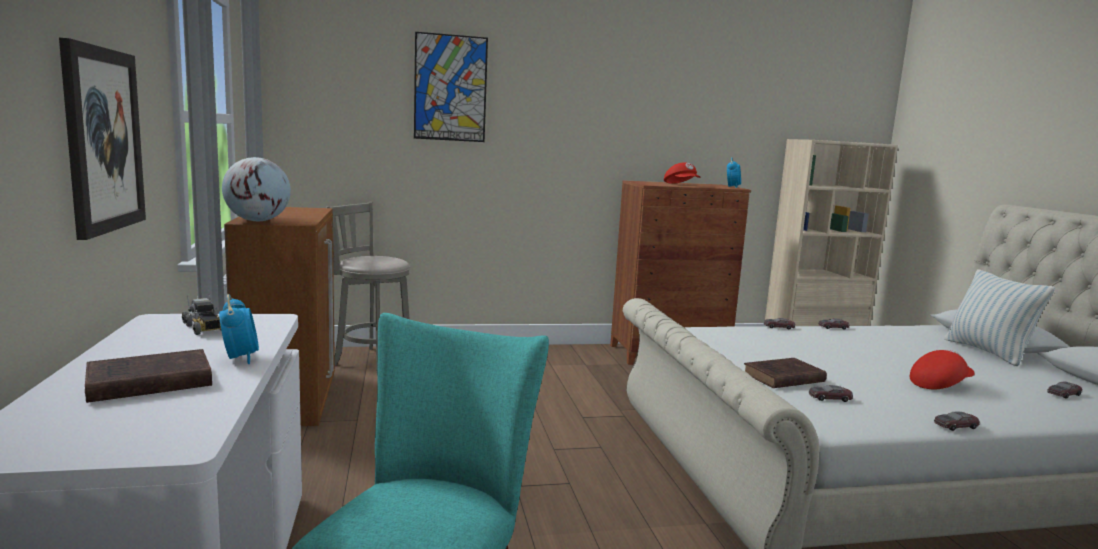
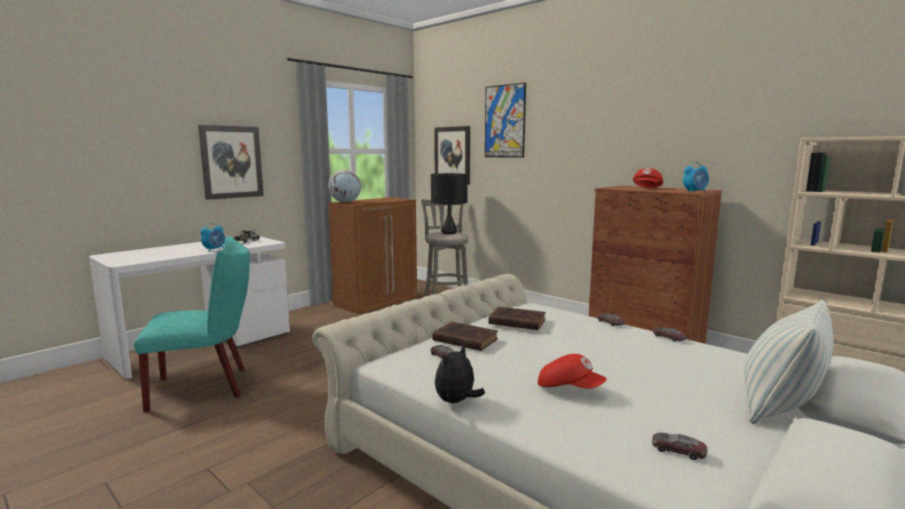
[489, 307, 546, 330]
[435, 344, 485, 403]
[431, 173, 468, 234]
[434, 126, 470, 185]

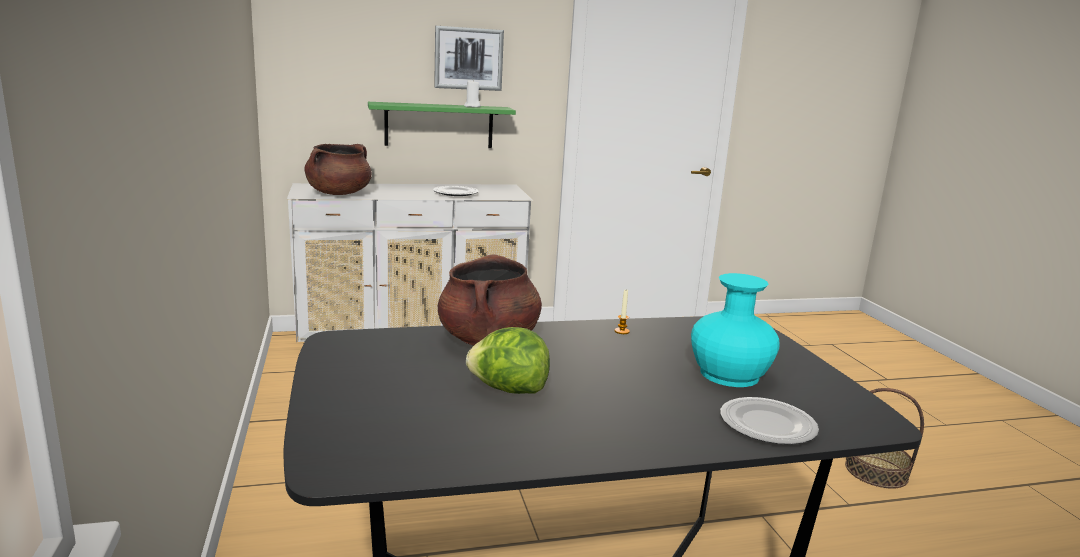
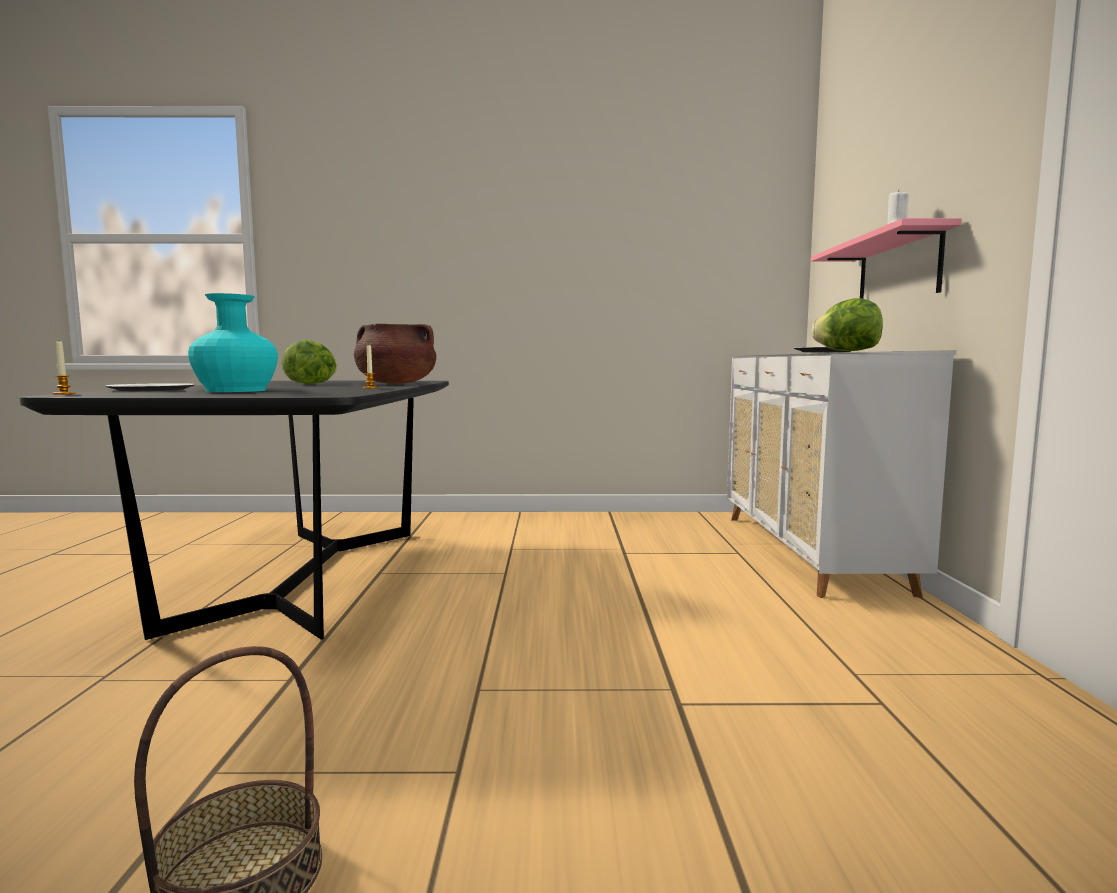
[304, 144, 372, 195] (first image)
[811, 218, 962, 299]
[434, 26, 504, 91] (first image)
[53, 341, 76, 395]
[811, 298, 883, 351]

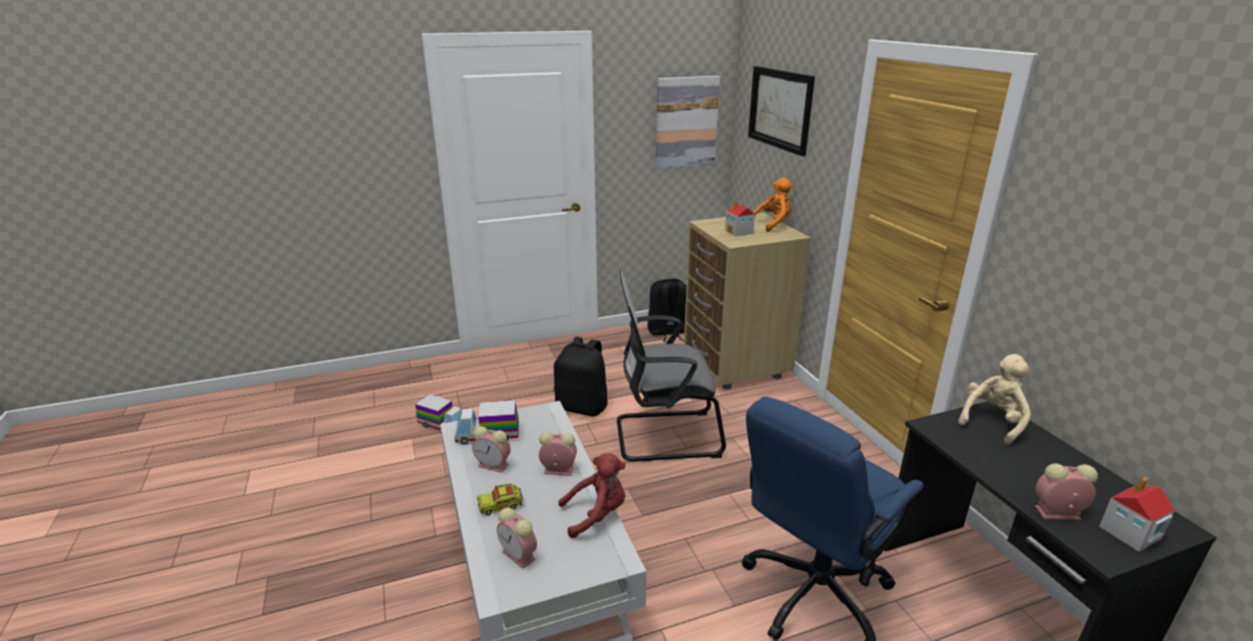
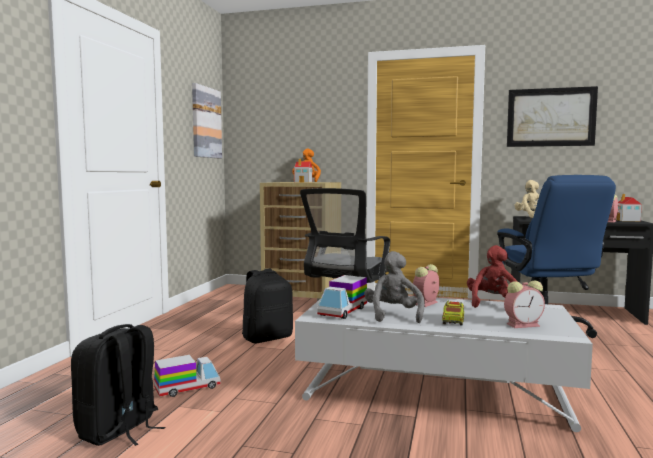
[364, 251, 425, 323]
[71, 324, 165, 446]
[507, 86, 598, 147]

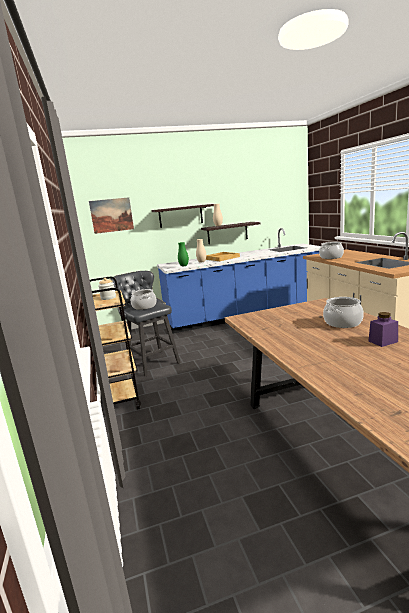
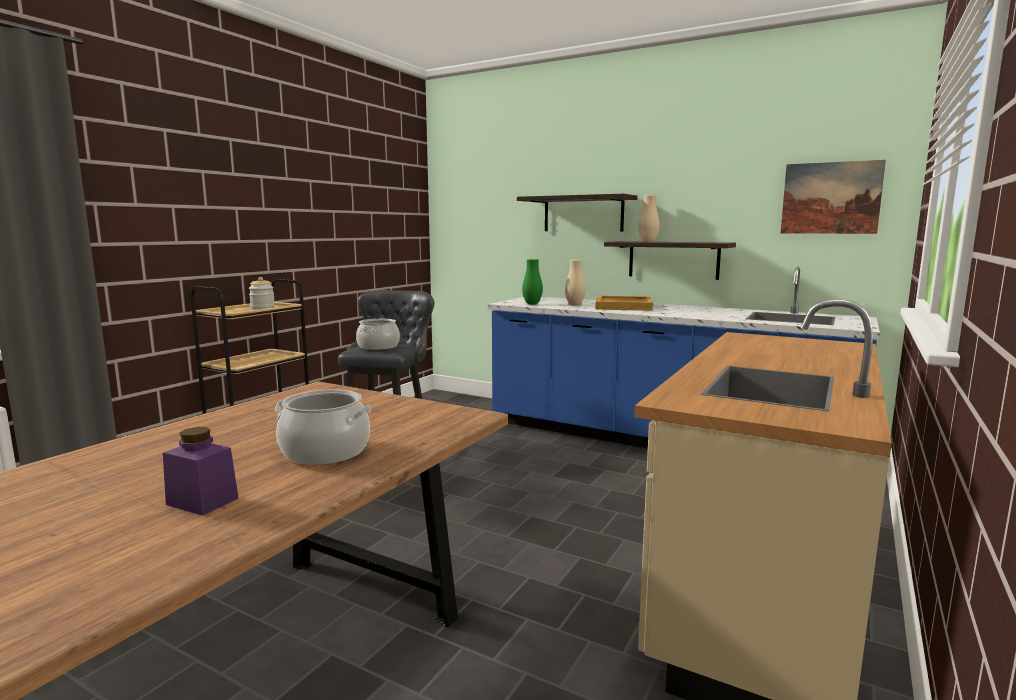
[781, 160, 886, 234]
[319, 242, 344, 259] (first image)

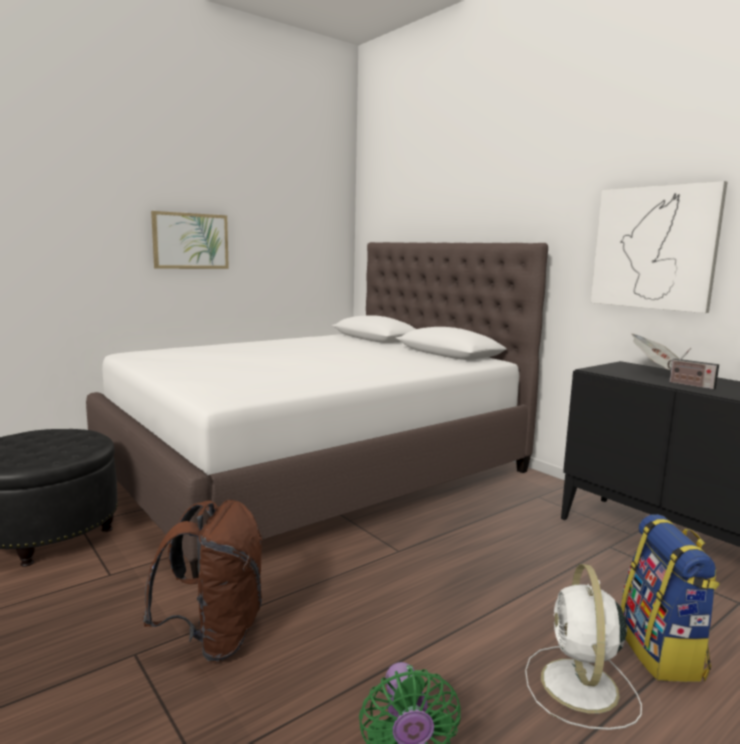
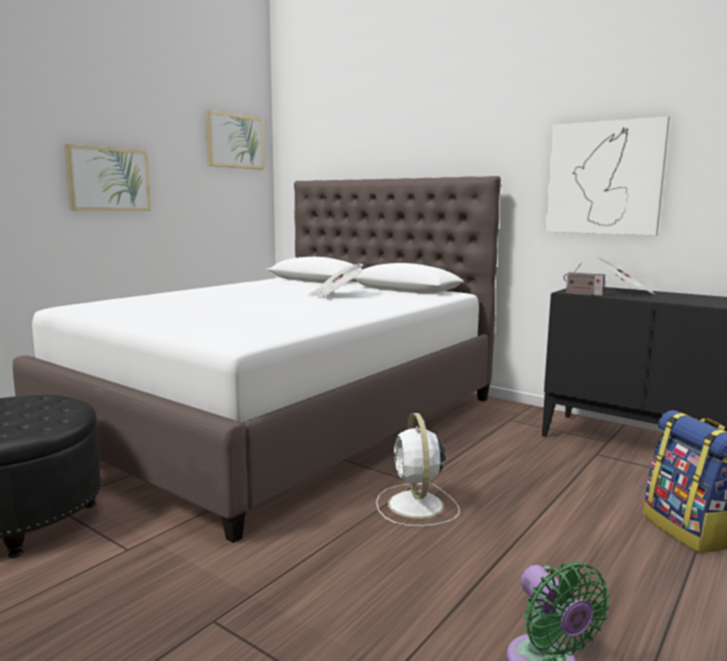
[142, 500, 263, 662] (first image)
[376, 413, 460, 526]
[564, 262, 605, 296]
[205, 110, 264, 169]
[308, 264, 363, 296]

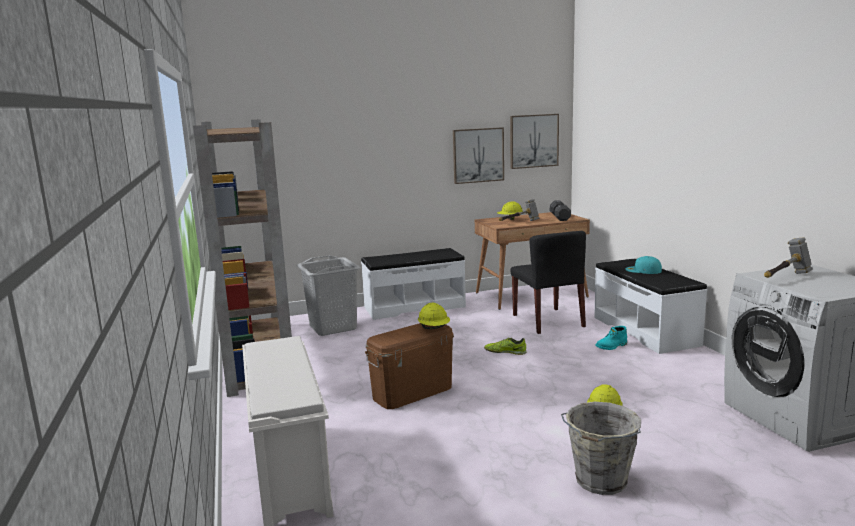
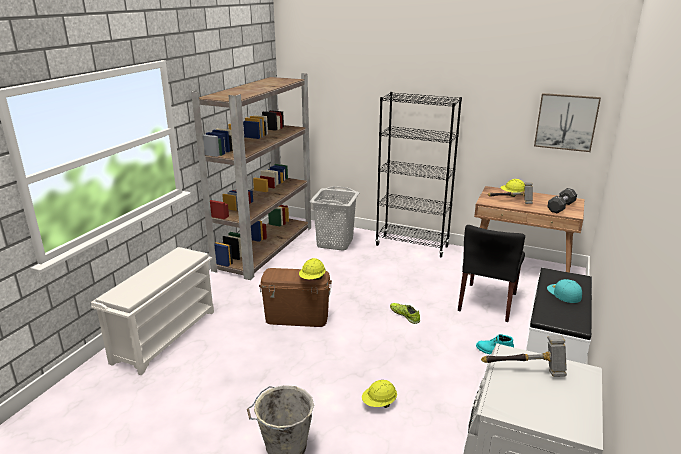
[375, 92, 462, 257]
[453, 127, 504, 184] (first image)

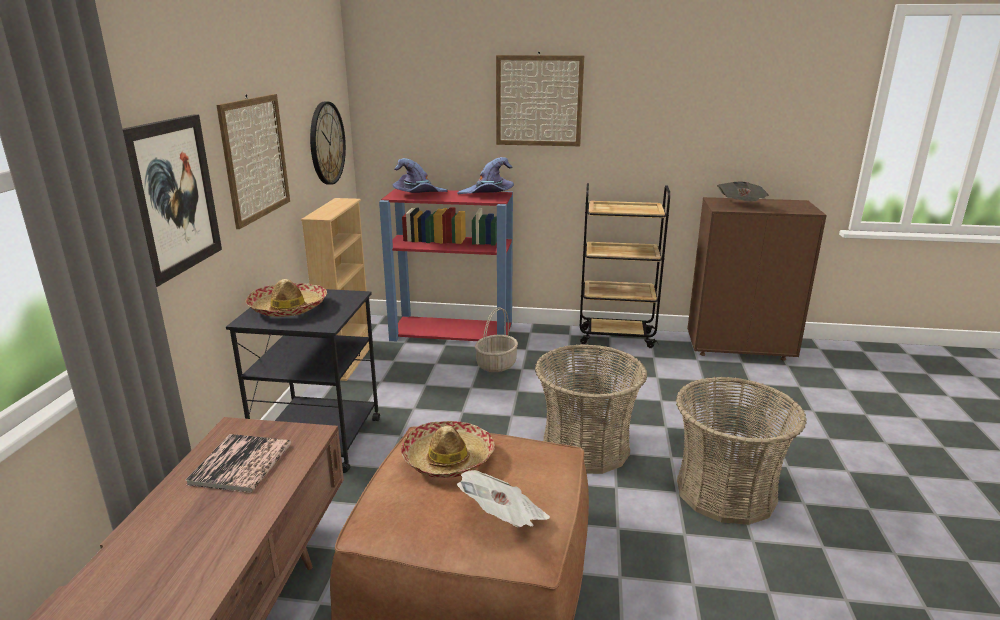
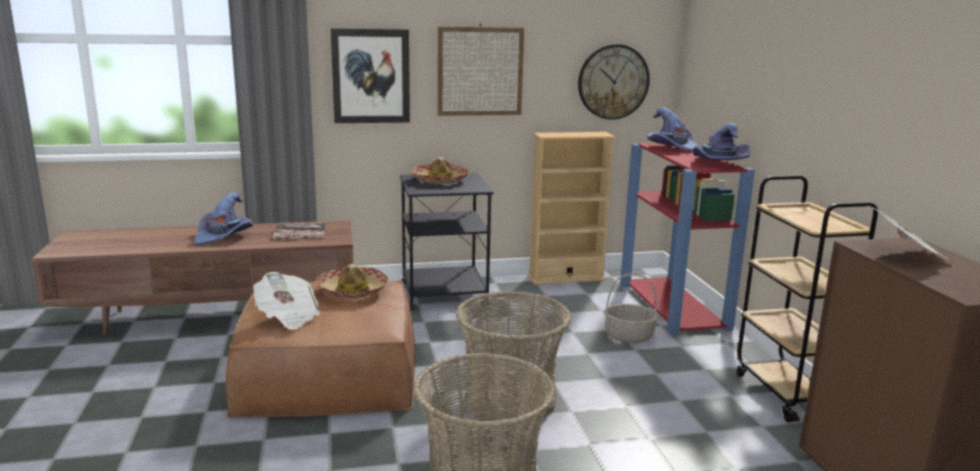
[496, 52, 584, 146] (first image)
[194, 192, 253, 246]

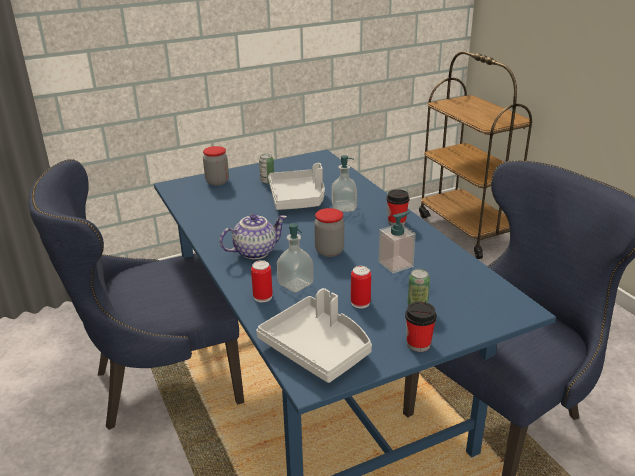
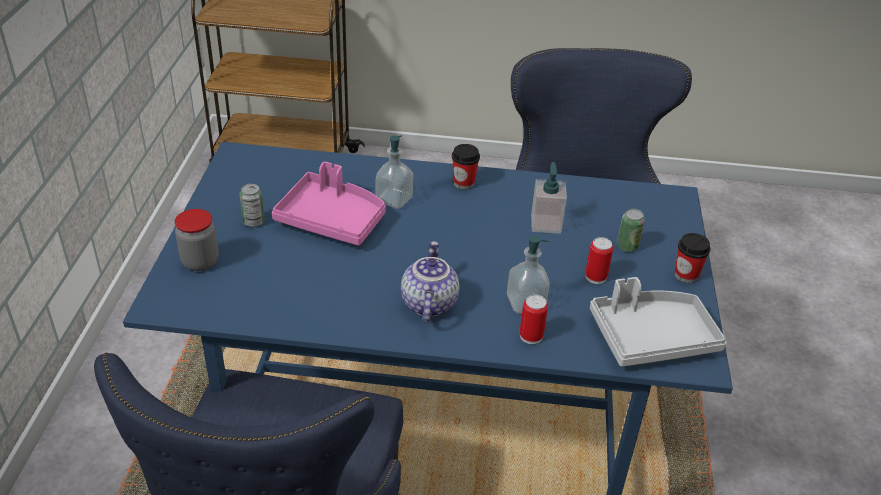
[272, 162, 386, 246]
[314, 208, 344, 257] (first image)

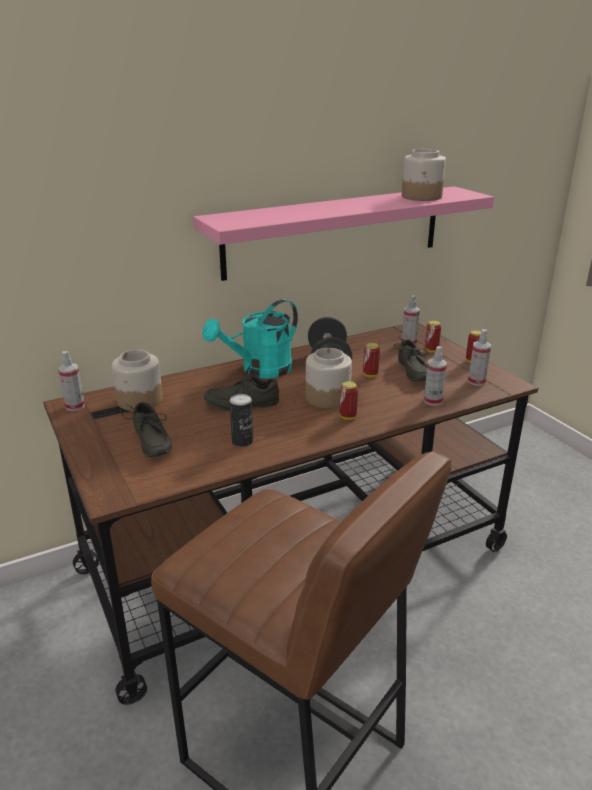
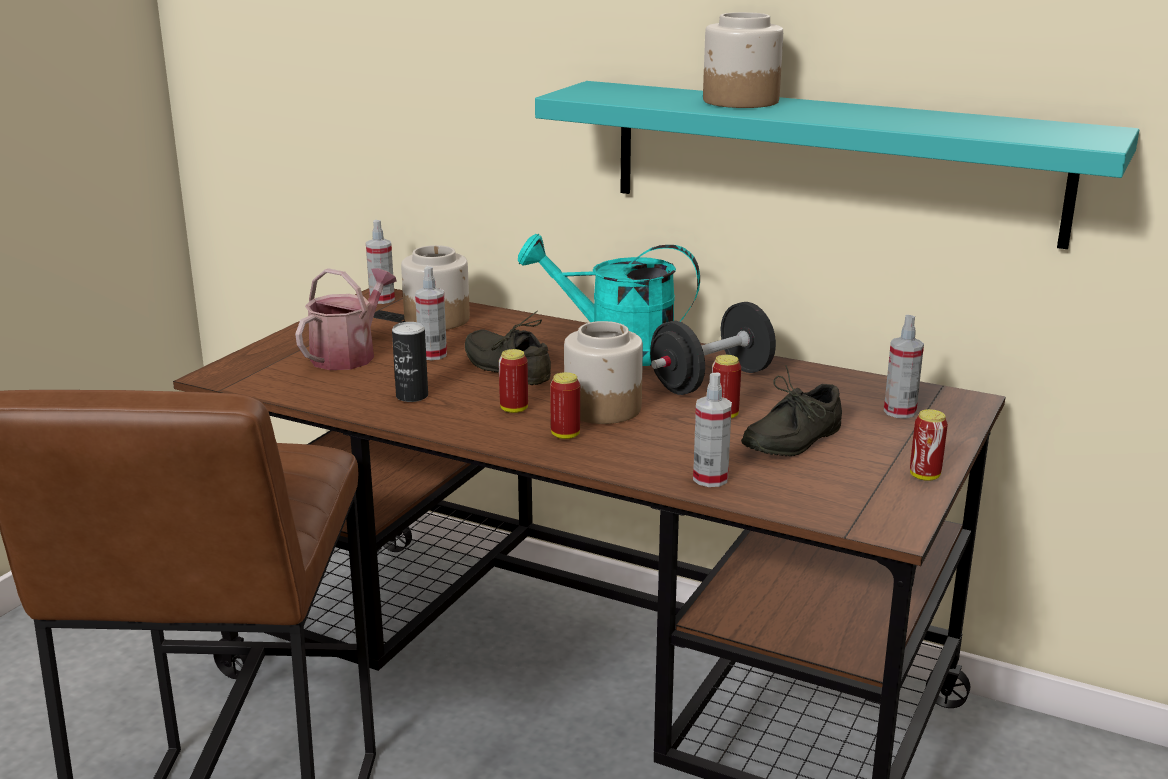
[295, 268, 397, 370]
[535, 81, 1139, 249]
[703, 12, 783, 108]
[499, 349, 528, 413]
[415, 266, 447, 360]

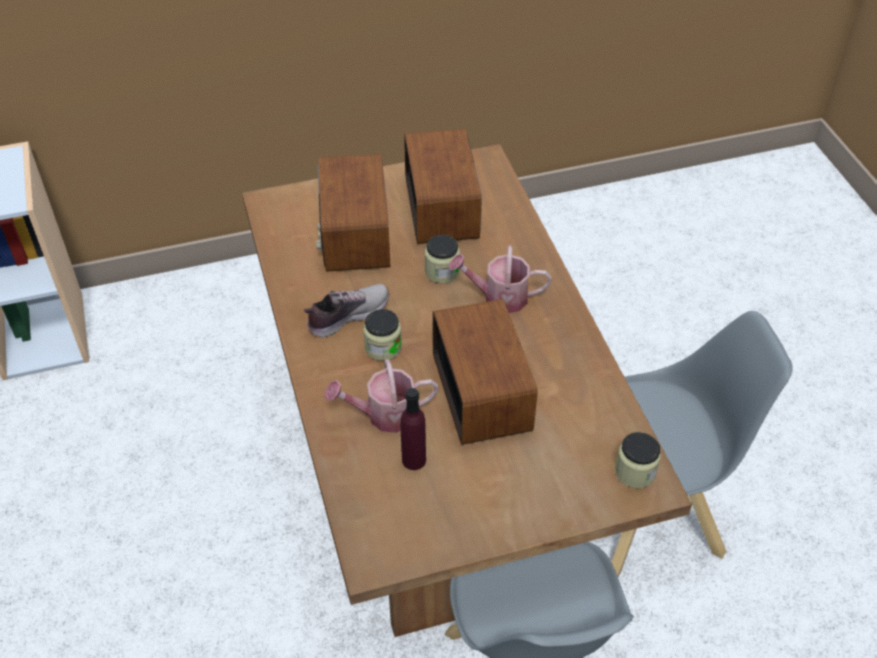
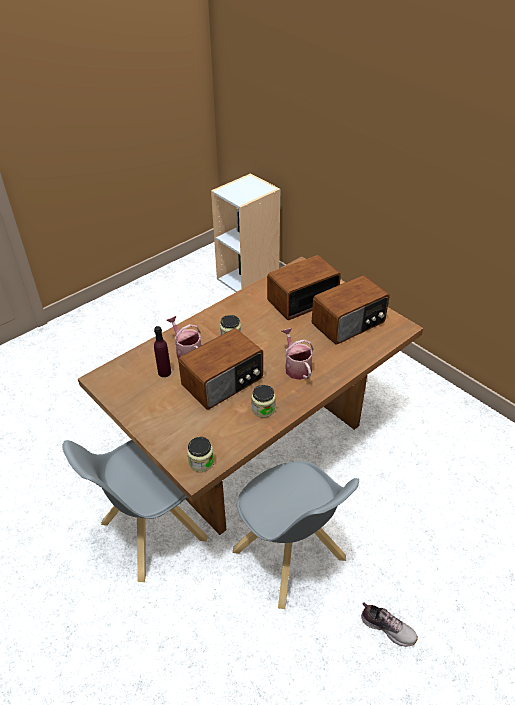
[361, 602, 418, 647]
[252, 385, 275, 418]

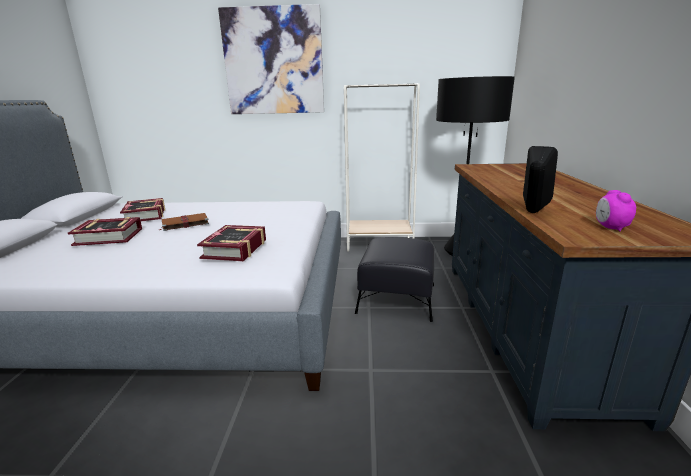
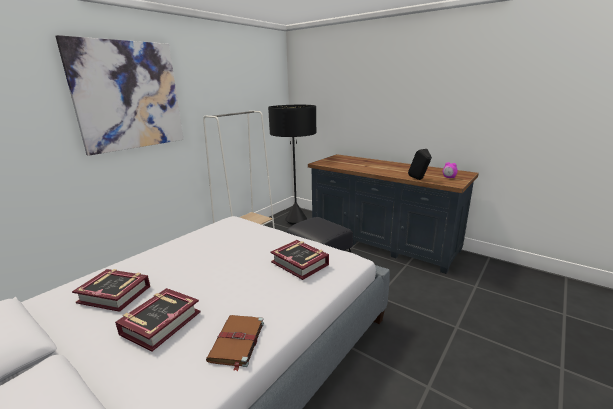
[206, 315, 264, 372]

